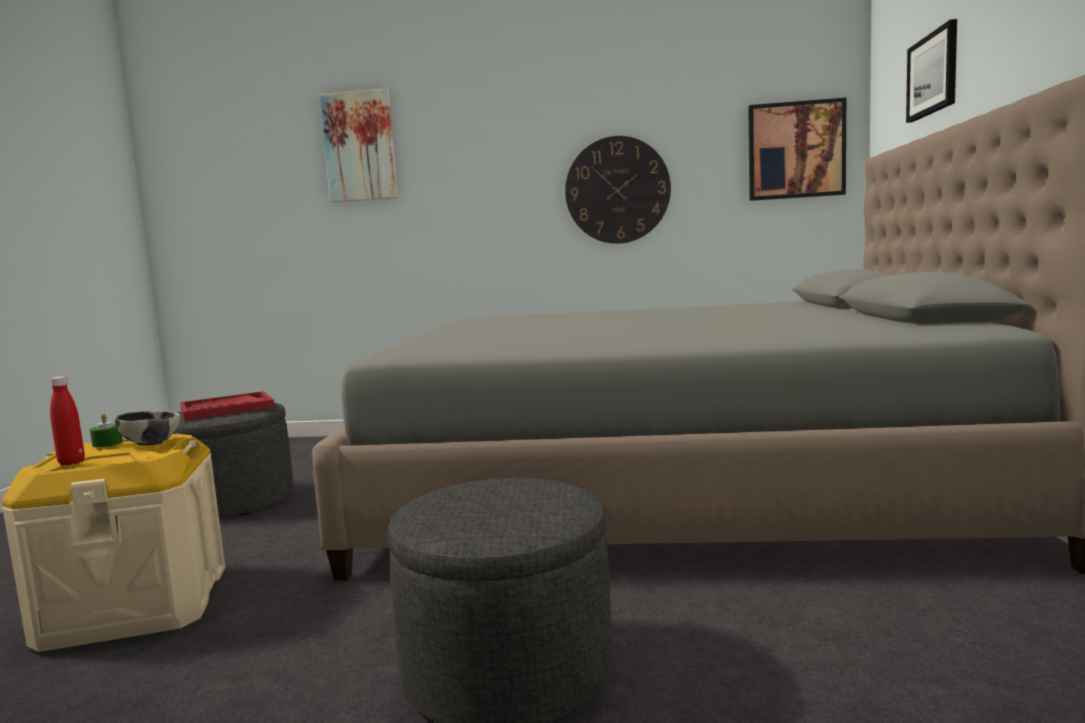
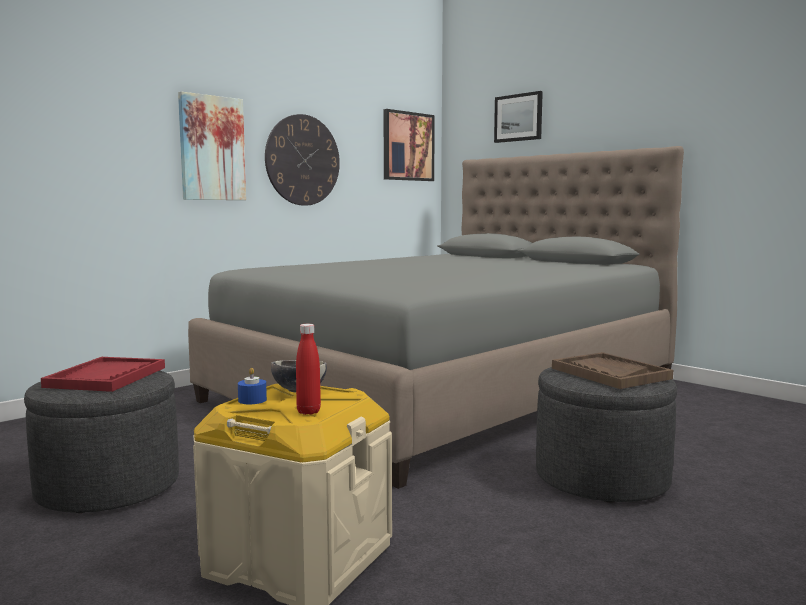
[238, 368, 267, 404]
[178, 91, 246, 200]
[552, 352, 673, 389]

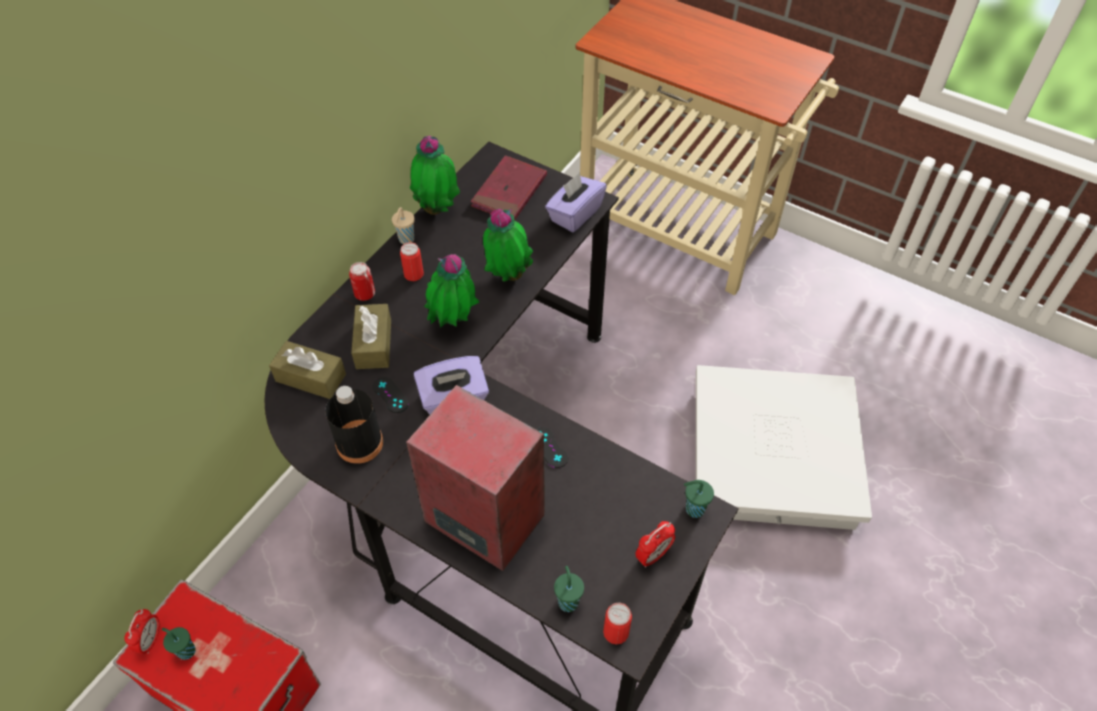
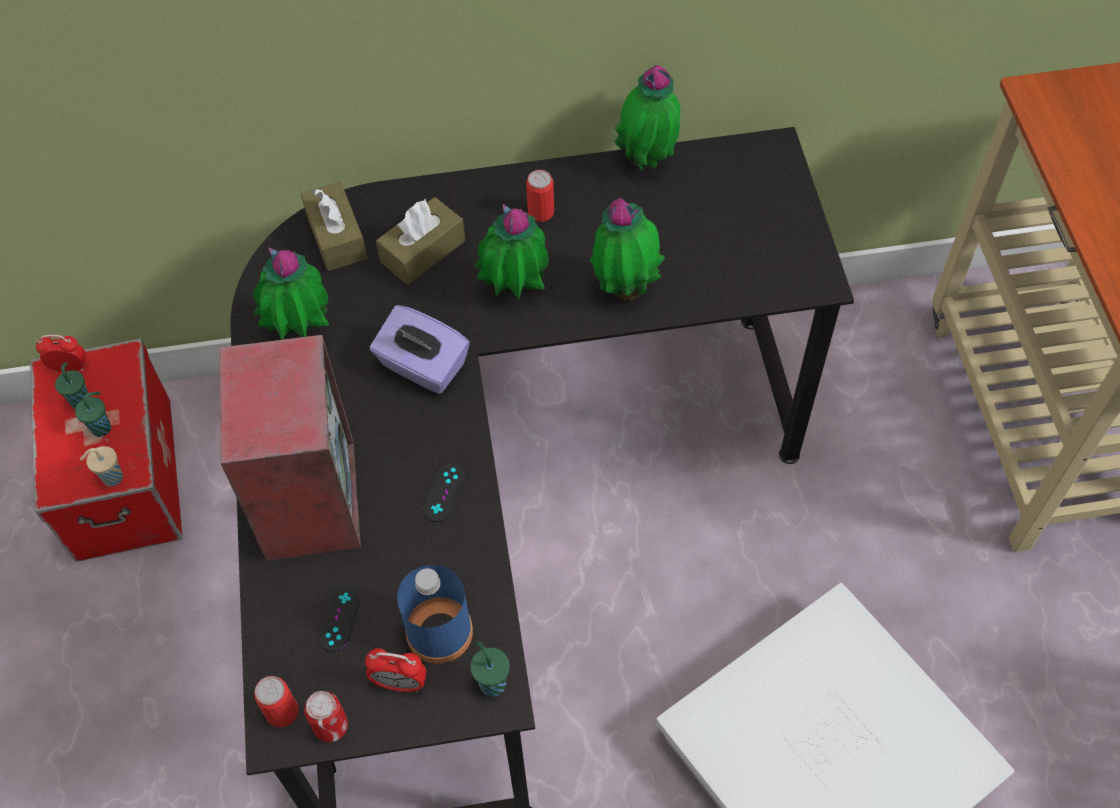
[36, 335, 86, 372]
[253, 248, 329, 340]
[304, 691, 348, 742]
[318, 585, 360, 652]
[80, 446, 123, 486]
[471, 155, 547, 220] (first image)
[545, 172, 607, 232] (first image)
[75, 392, 111, 437]
[397, 565, 473, 664]

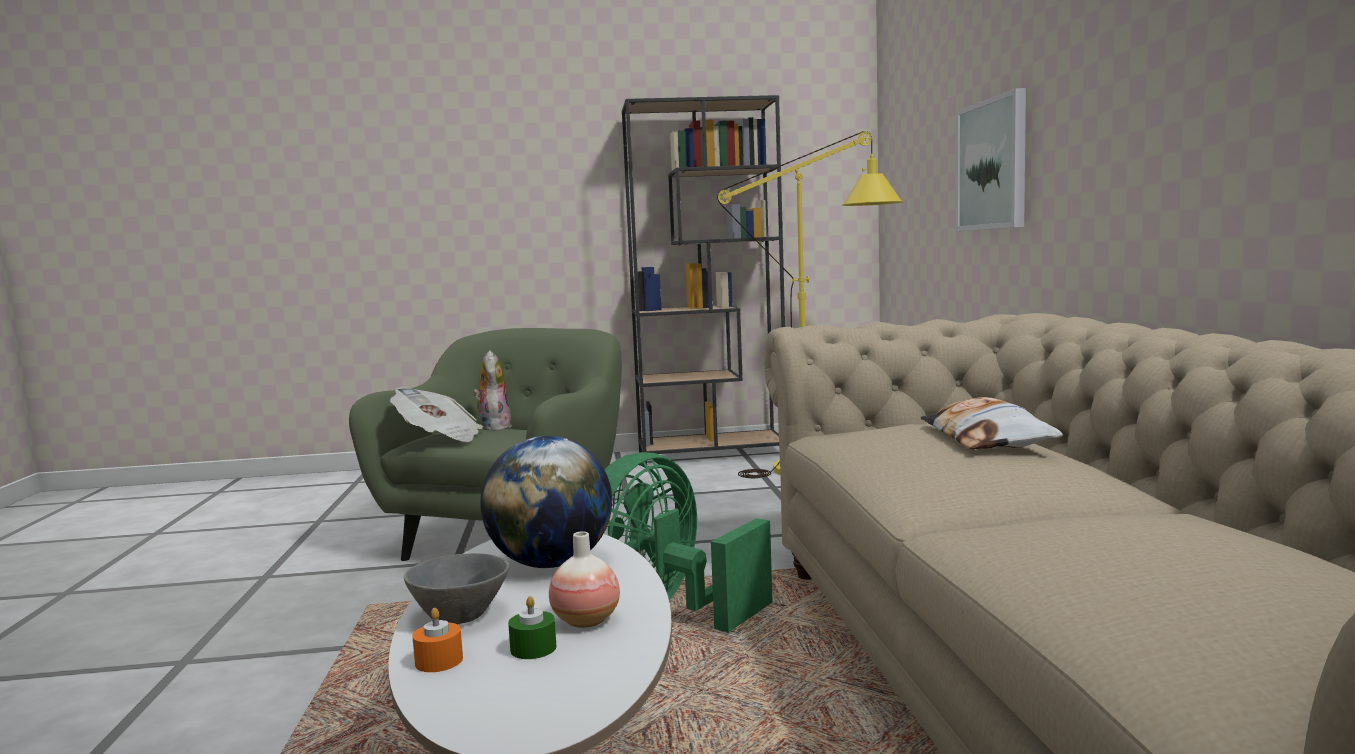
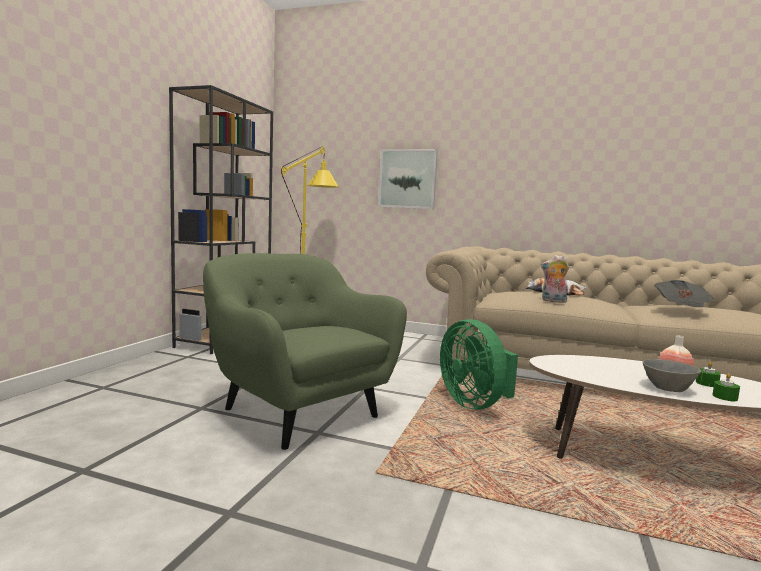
[654, 280, 714, 307]
[712, 373, 740, 401]
[541, 255, 569, 303]
[480, 436, 612, 568] (first image)

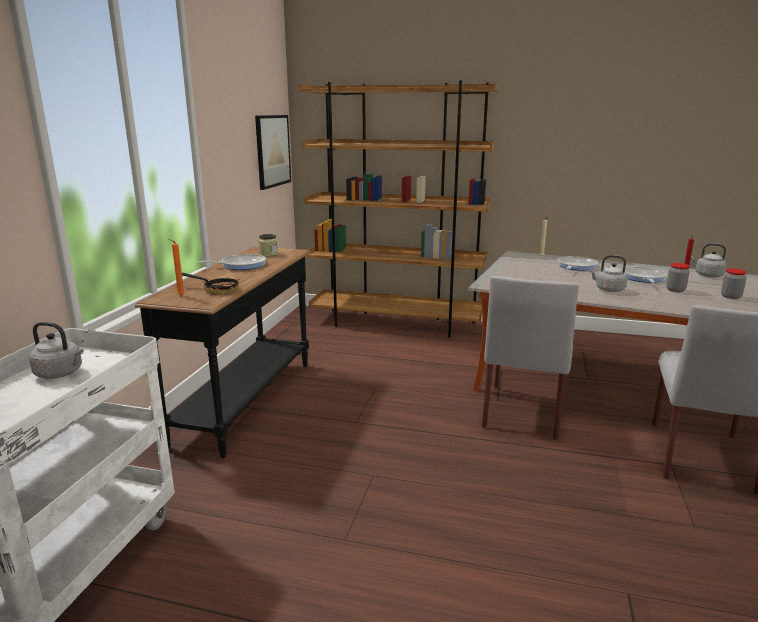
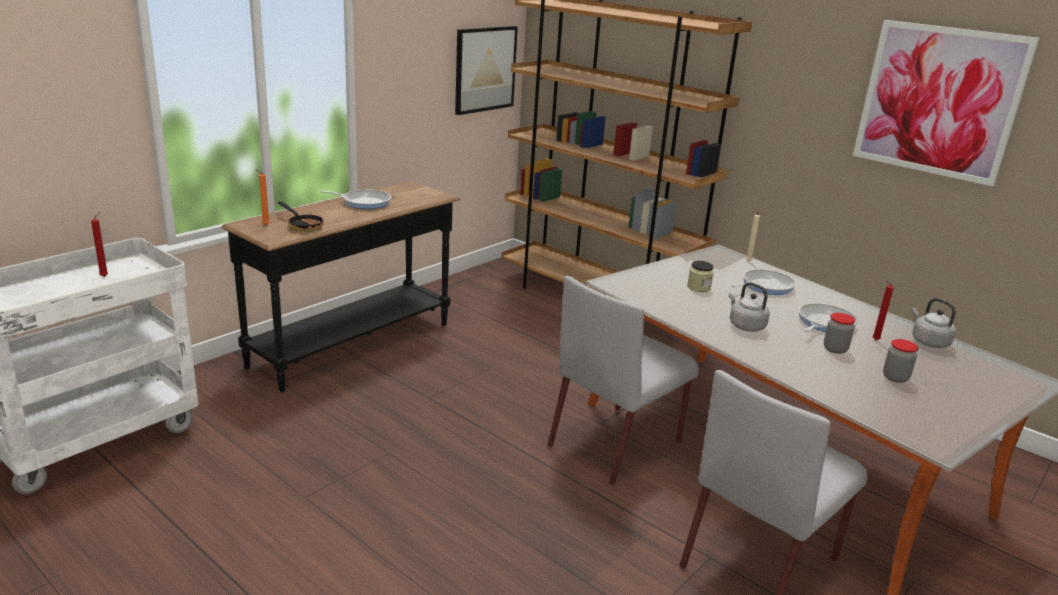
[91, 212, 108, 277]
[687, 261, 714, 292]
[853, 20, 1040, 186]

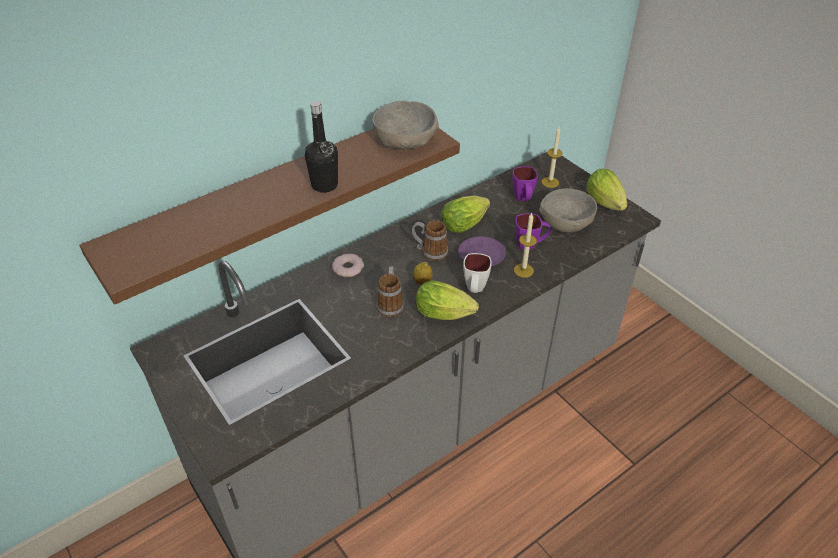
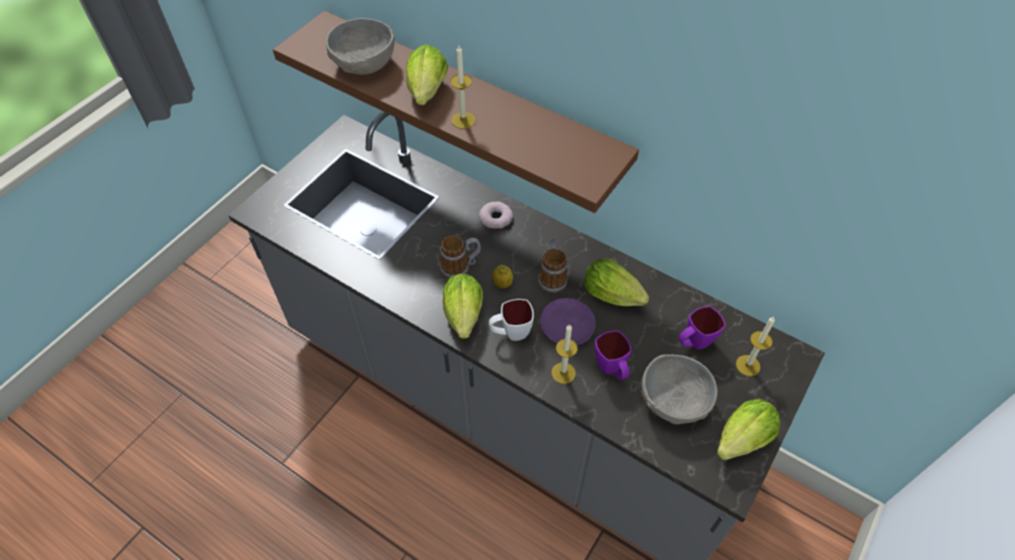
[450, 45, 476, 129]
[326, 18, 395, 75]
[406, 44, 448, 105]

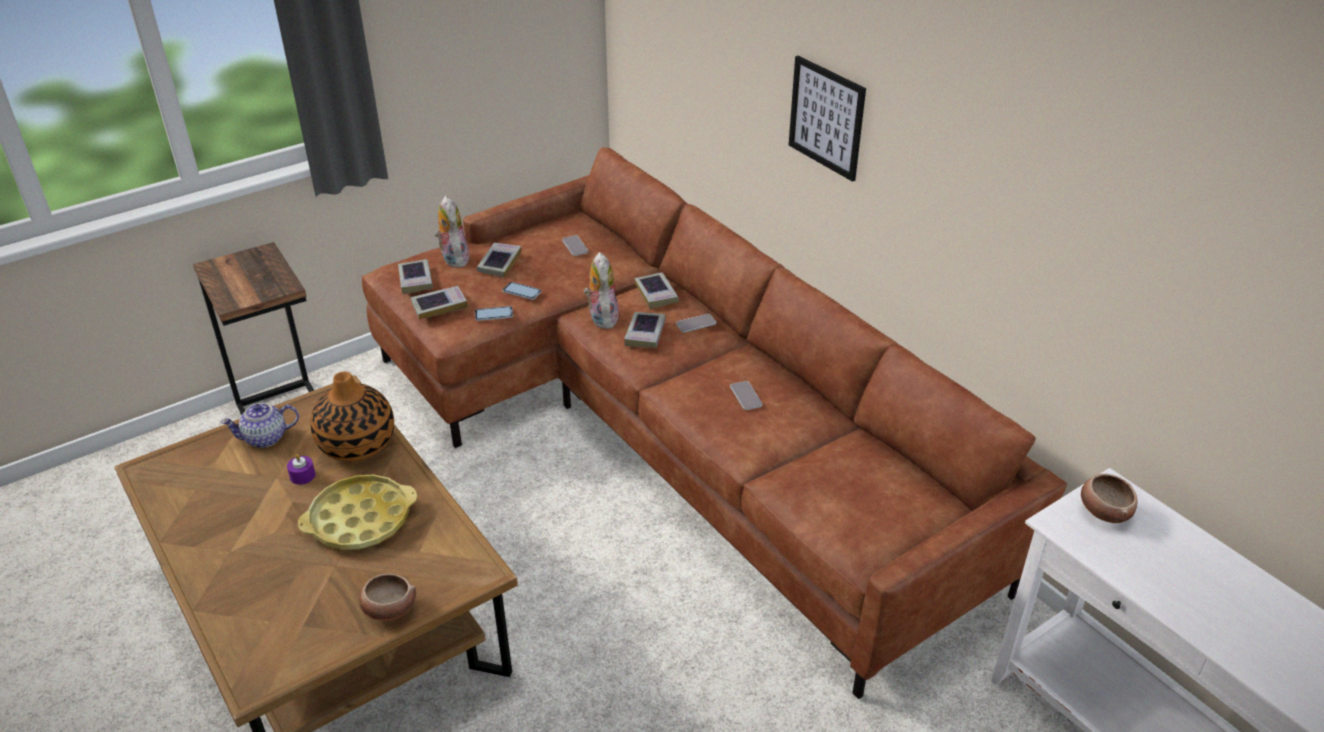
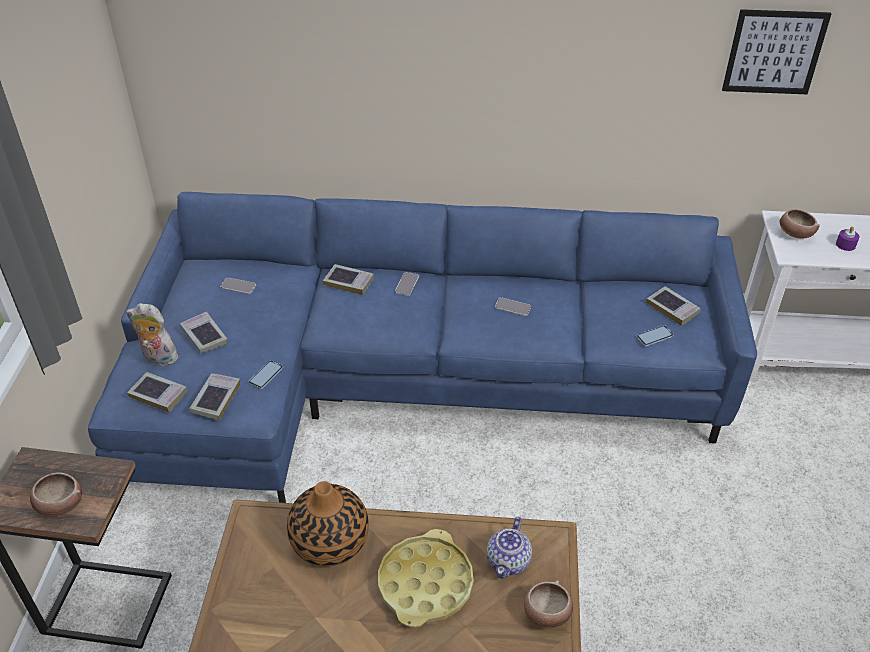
[487, 517, 532, 579]
[836, 226, 860, 251]
[88, 192, 757, 503]
[636, 325, 674, 346]
[584, 252, 619, 329] (first image)
[646, 286, 701, 326]
[722, 9, 831, 94]
[30, 472, 82, 516]

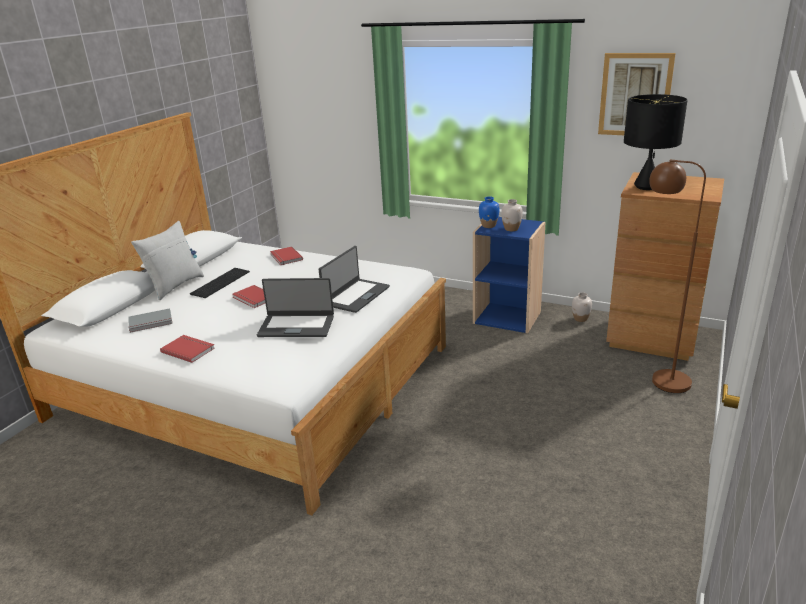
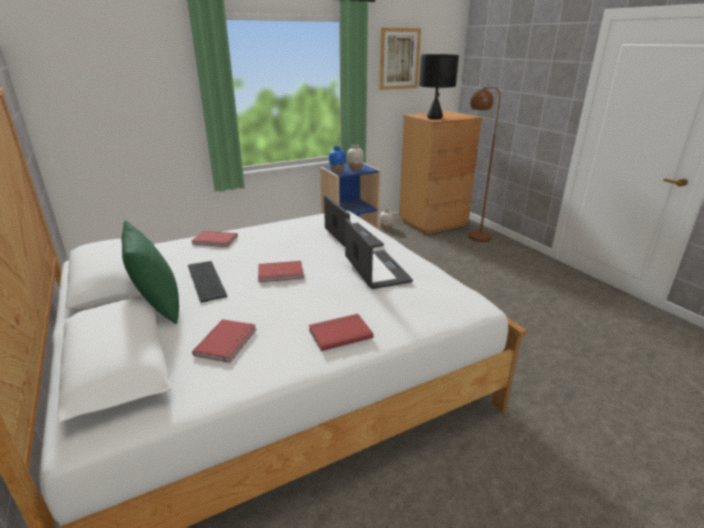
[192, 319, 256, 363]
[122, 220, 179, 324]
[345, 218, 413, 289]

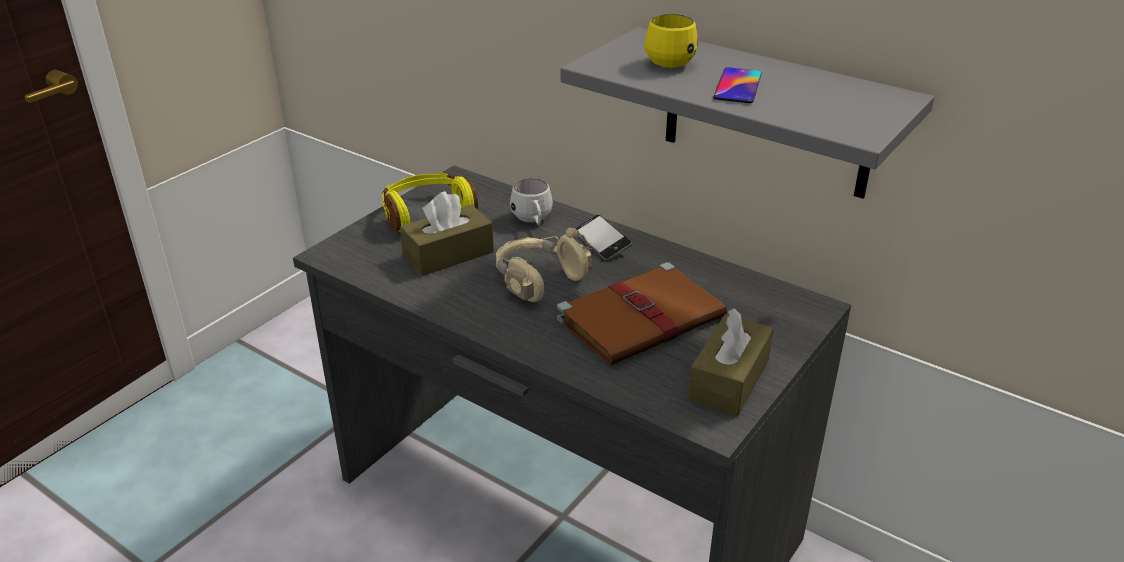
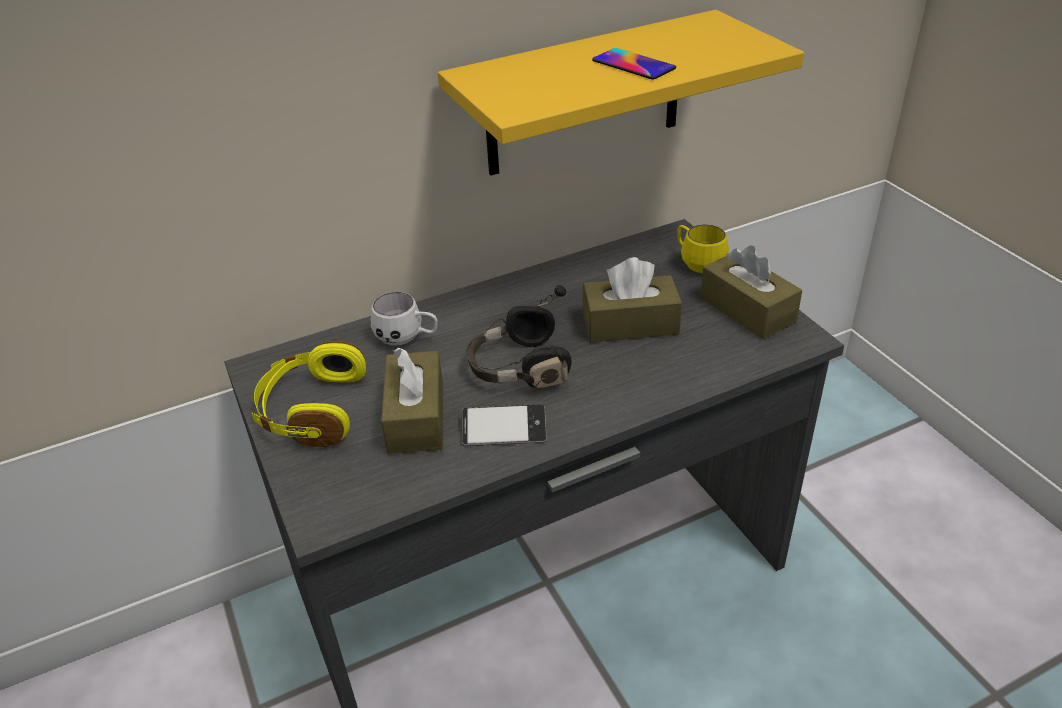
[466, 285, 572, 388]
[582, 257, 682, 342]
[438, 10, 804, 175]
[462, 404, 547, 446]
[677, 224, 729, 273]

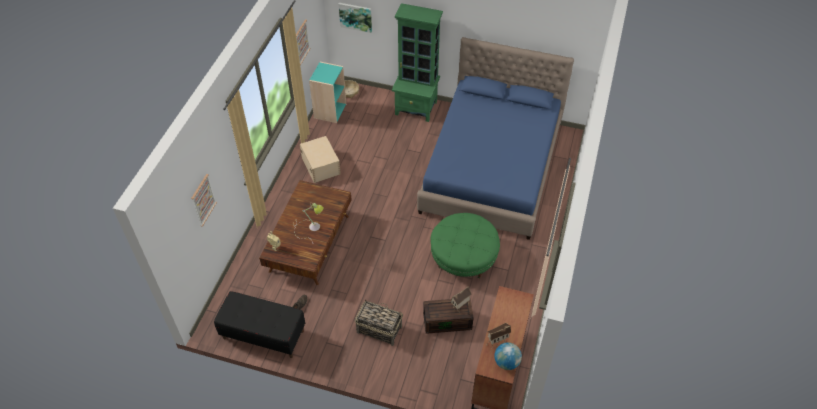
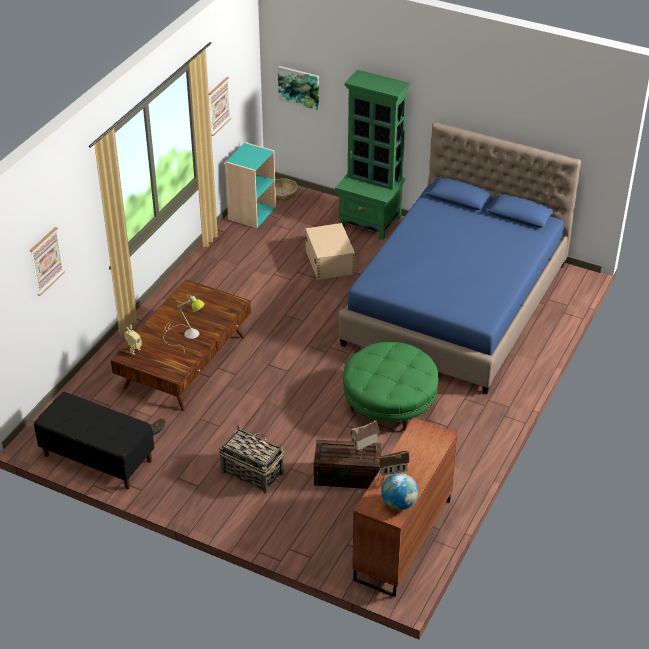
[305, 223, 355, 280]

